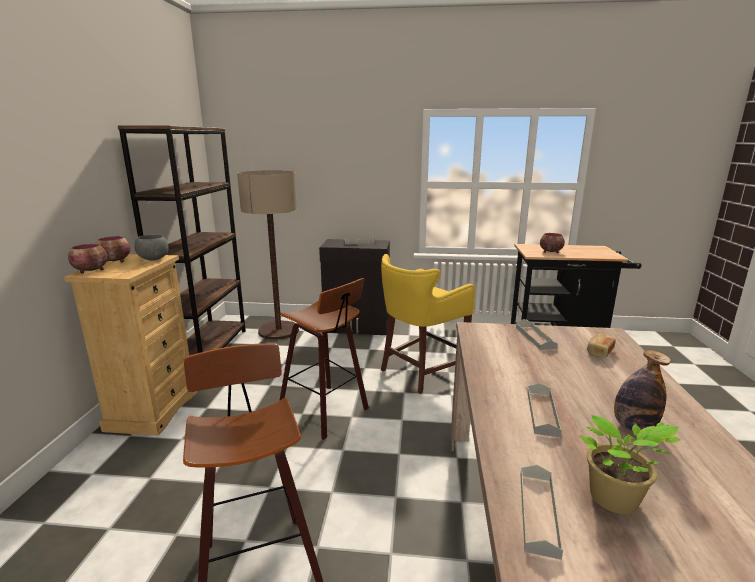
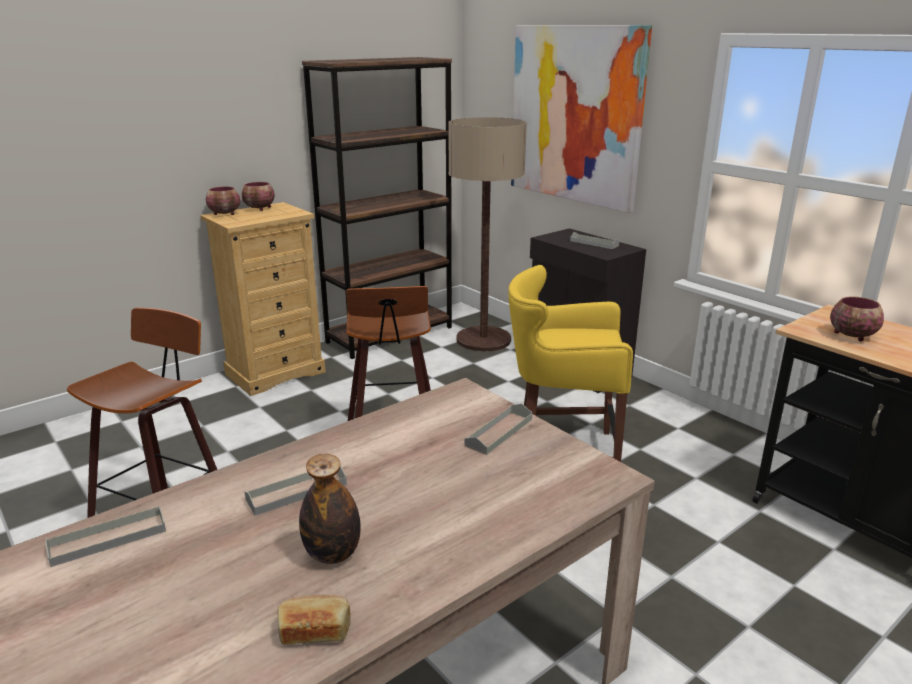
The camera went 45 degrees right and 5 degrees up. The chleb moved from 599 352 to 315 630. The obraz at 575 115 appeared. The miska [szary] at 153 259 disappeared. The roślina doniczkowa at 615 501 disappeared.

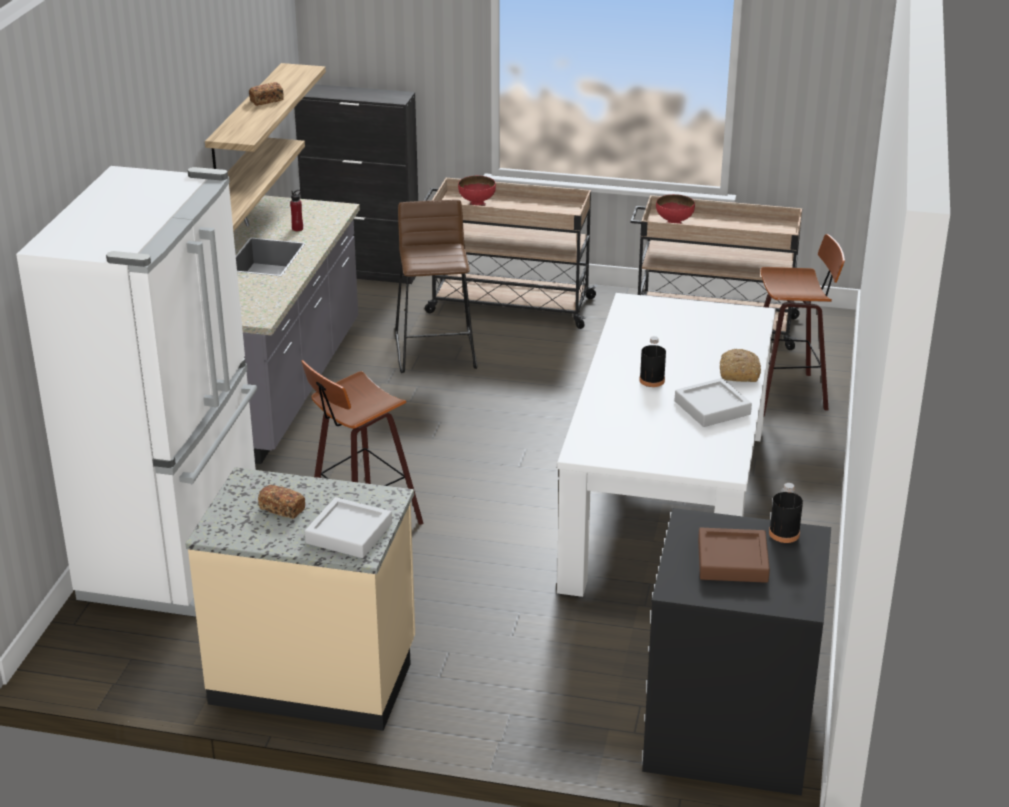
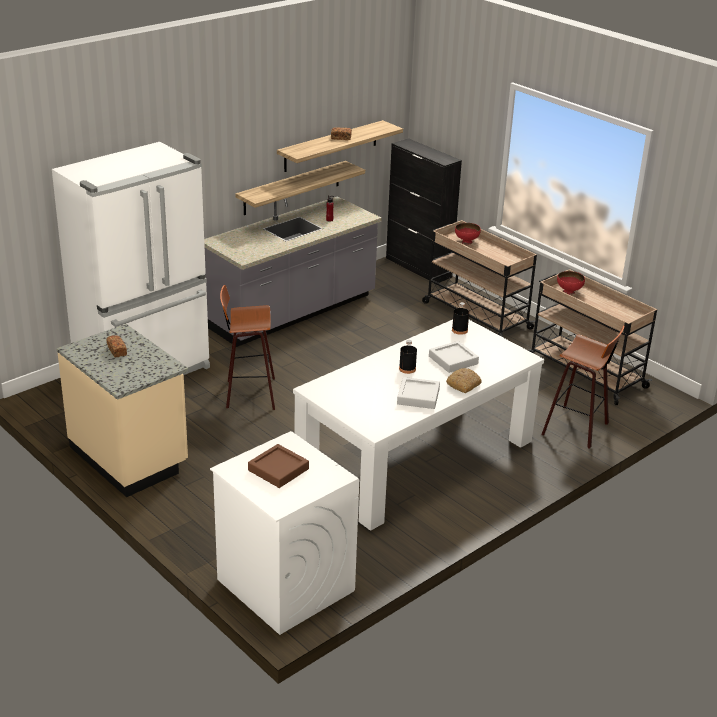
The camera went 35 degrees right and 0 degrees up. The pralka [czarny] at 727 733 became the pralka [biały] at 284 585. The taca [szary] moved from 349 533 to 453 360. The butelka [czarny] moved from 784 534 to 459 330. The stołek [brązowy] at 436 352 disappeared.

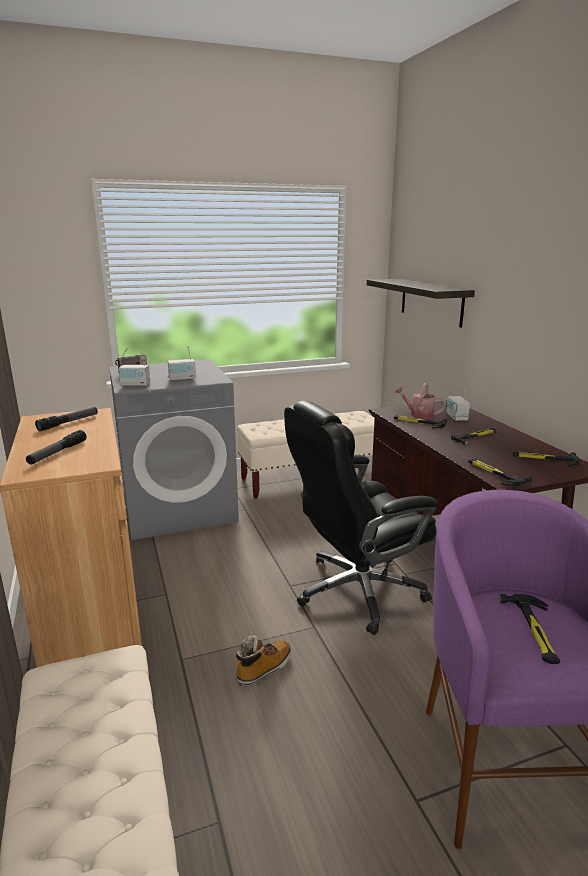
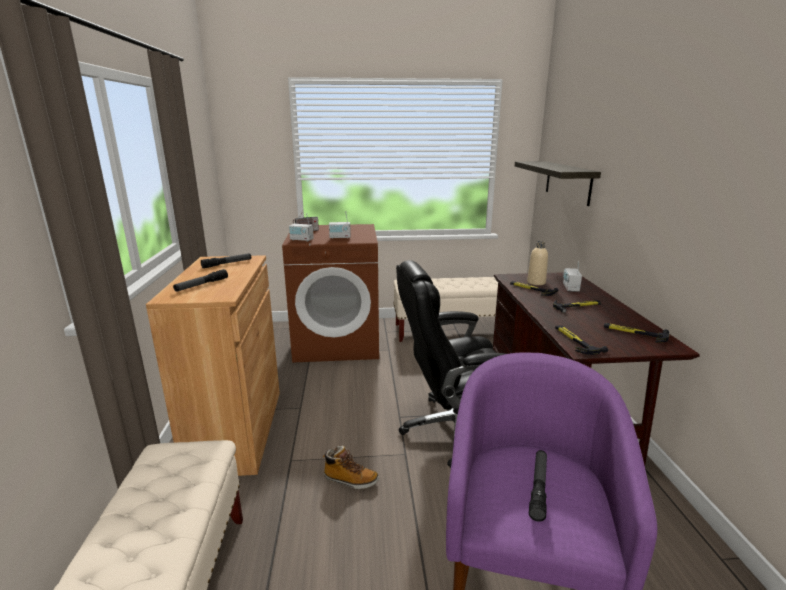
The camera went 15 degrees right and 0 degrees up. The pralka [szary] at 179 508 became the pralka [brązowy] at 338 342. The but z cholewką at 264 668 turned 45 degrees clockwise. The konewka at 418 414 was replaced by the butelka [beżowy] at 536 282. The młotek at 534 630 was replaced by the latarka at 538 488.

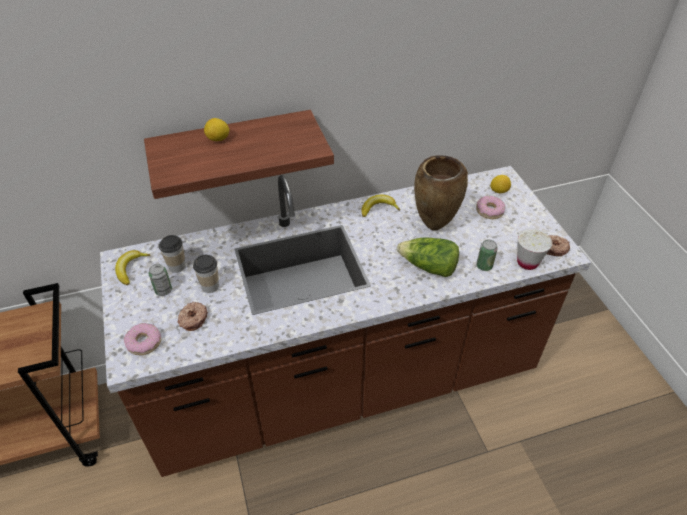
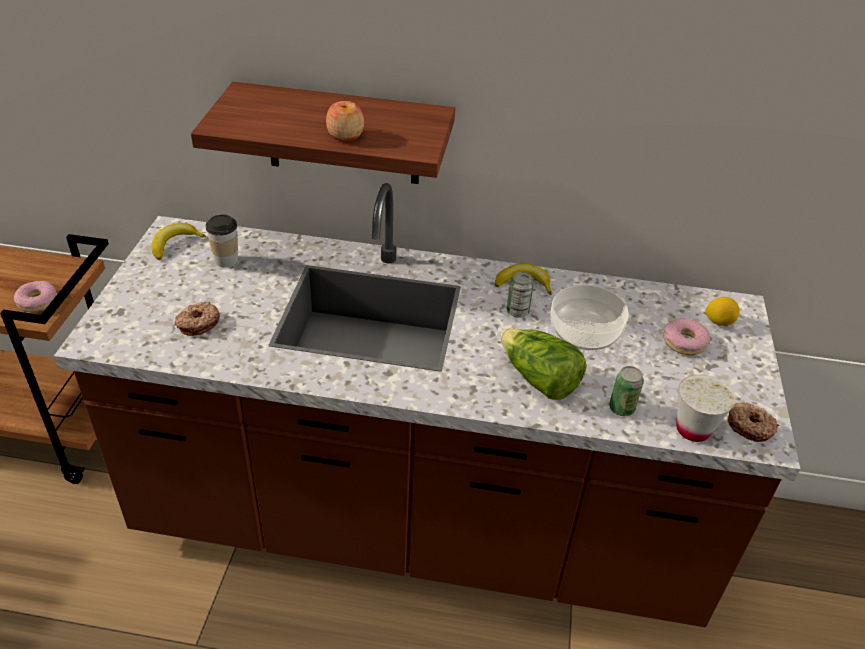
The camera went 25 degrees right and 5 degrees down. The donut moved from 144 342 to 38 301. The jabłko at 345 135 appeared. The puszka moved from 163 290 to 517 312. The wazon [brązowy] at 433 227 was replaced by the miska at 584 333. The filiżanka at 210 286 disappeared. The cytryna at 218 139 disappeared.

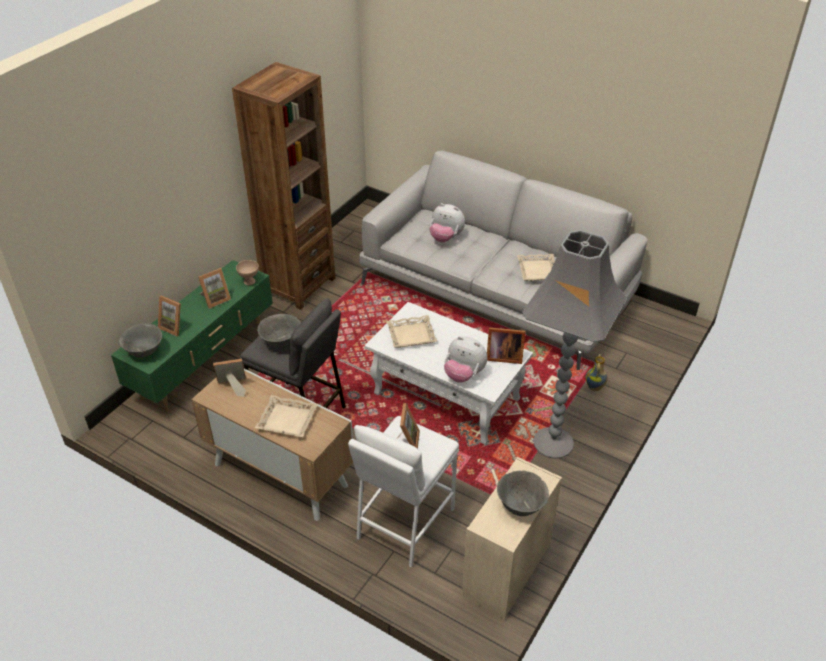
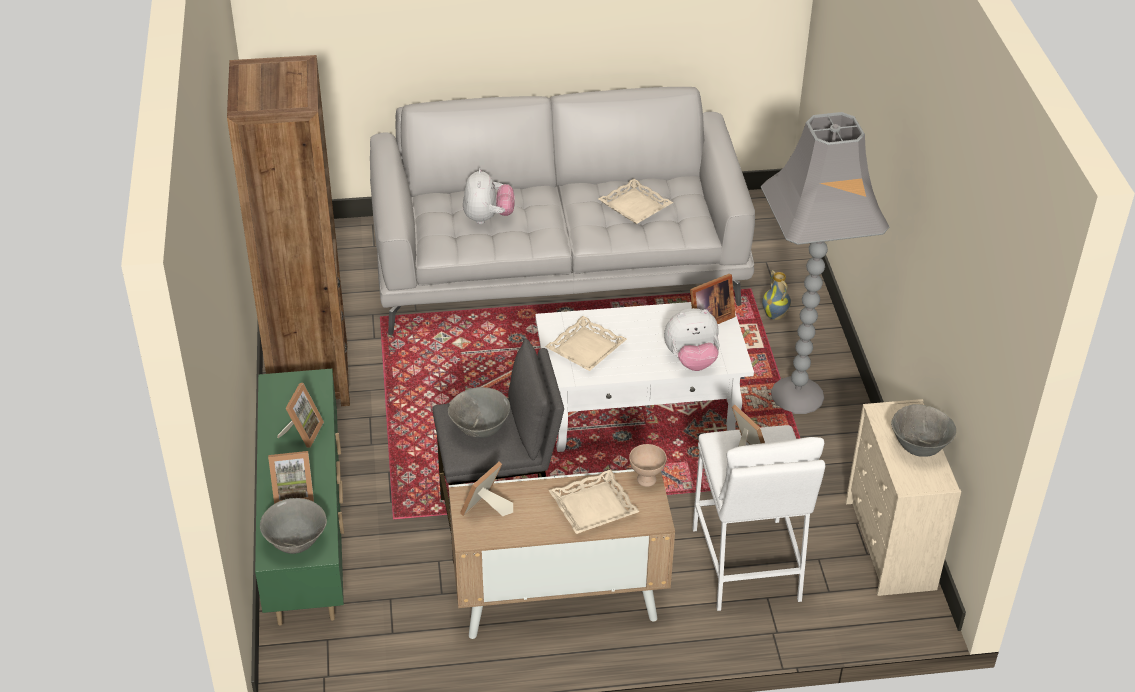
The camera went 40 degrees left and 0 degrees up. The pluszak at 446 238 turned 75 degrees counterclockwise. The miska [beżowy] moved from 250 281 to 647 479.

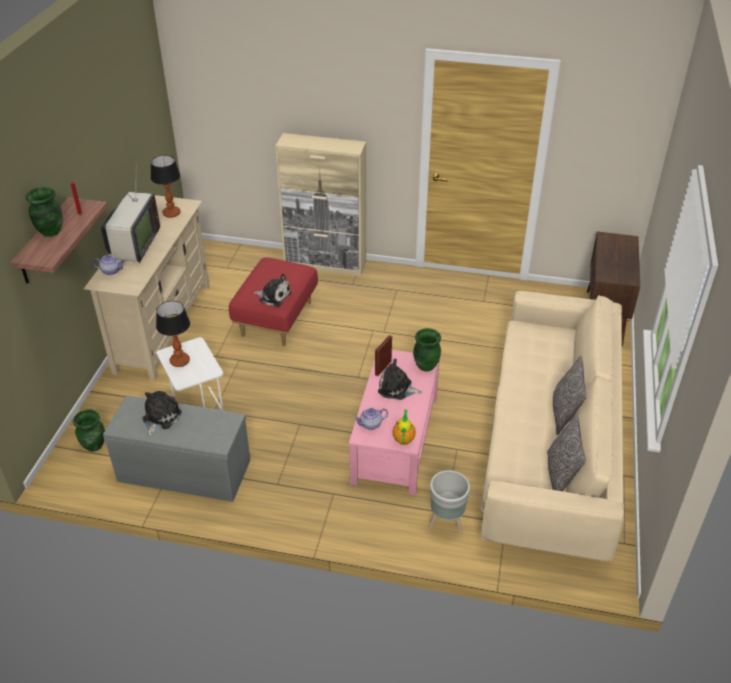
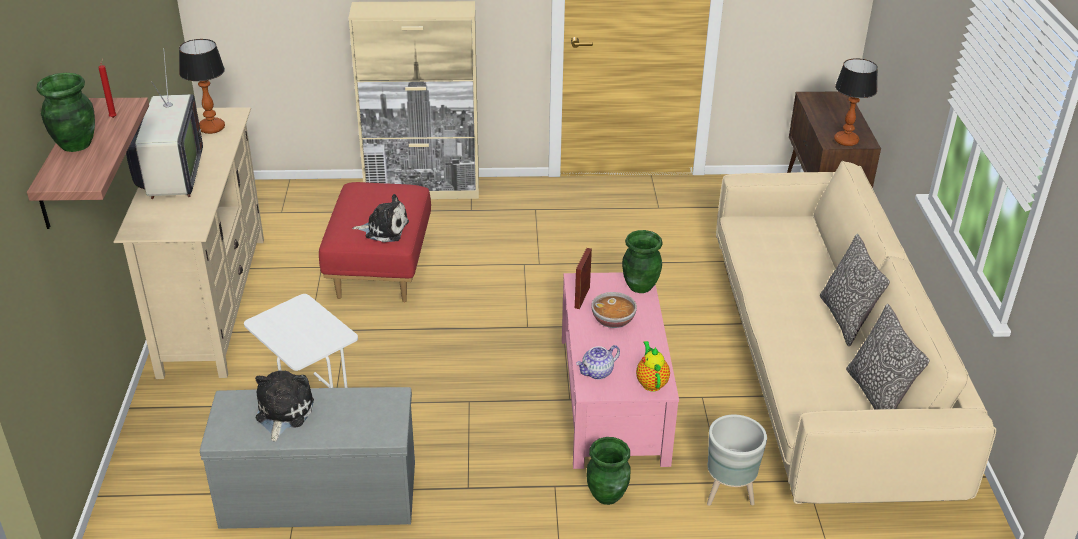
The camera went 15 degrees left and 5 degrees down. The wazon [zielony] moved from 94 445 to 607 495. The pluszak at 397 388 was replaced by the miska at 613 321. The lampa stołowa moved from 179 361 to 845 141. The imbryk at 111 271 disappeared.

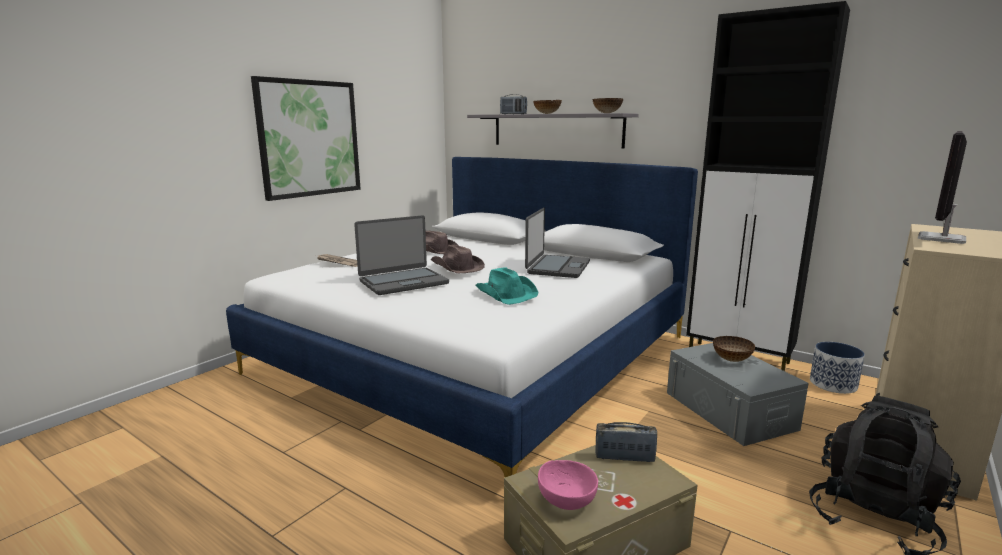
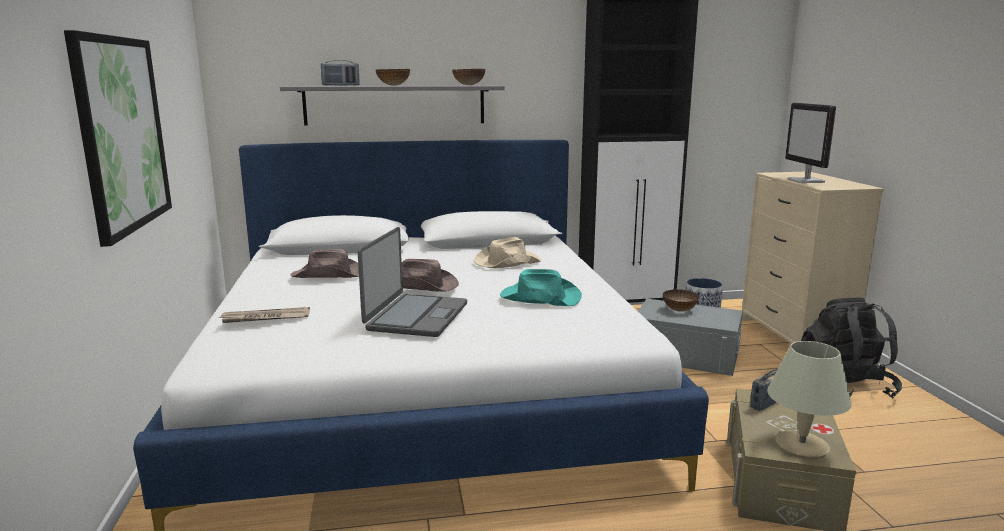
The camera went 45 degrees left and 0 degrees up. The laptop at 557 267 was replaced by the kapelusz [beżowy] at 506 262. The miska [różowy] at 566 499 was replaced by the lampa stołowa [beżowy] at 801 446.

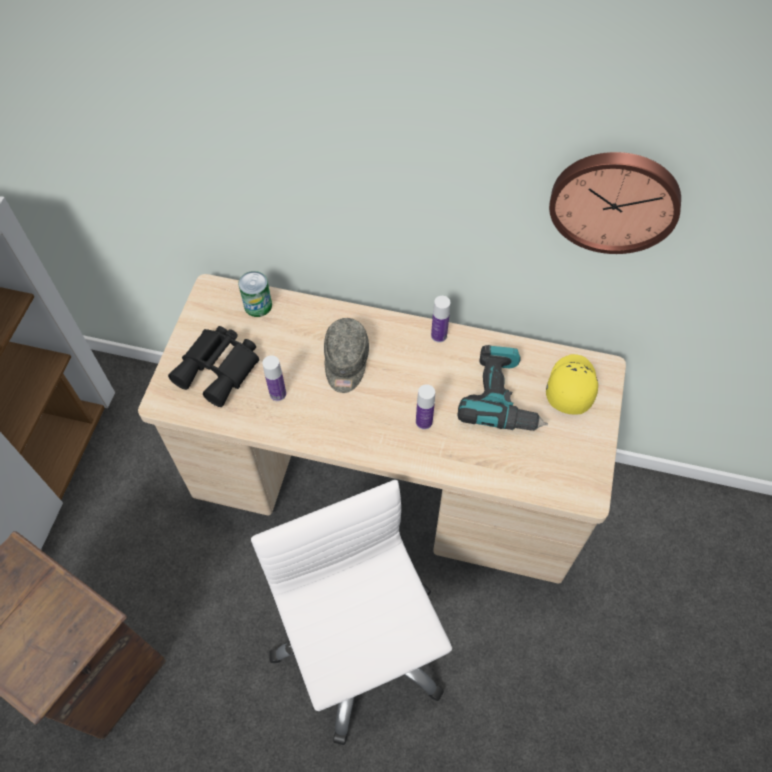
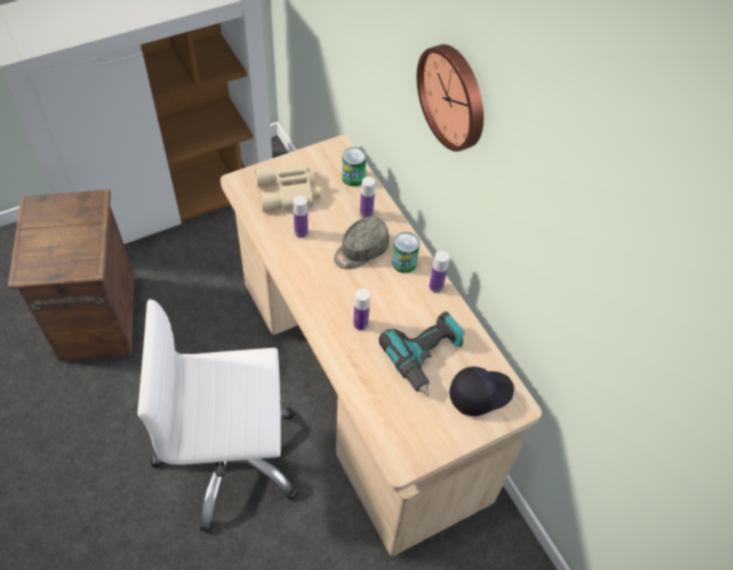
The camera went 45 degrees right and 5 degrees down. The krzesło biurowe [biały] at 359 648 turned 120 degrees counterclockwise. The lornetka [czarny] at 220 369 became the lornetka [beżowy] at 289 192. The butelka at 366 214 appeared. The puszka at 404 262 appeared. The zegar ścienny moved from 614 200 to 454 96. The czapka z daszkiem [żółty] at 570 386 became the czapka z daszkiem [czarny] at 479 393.

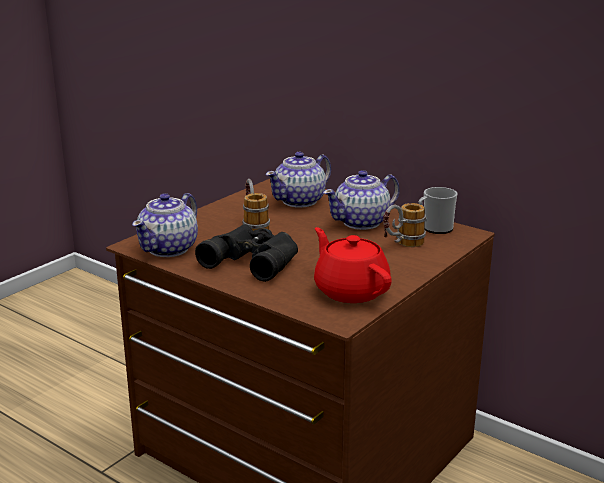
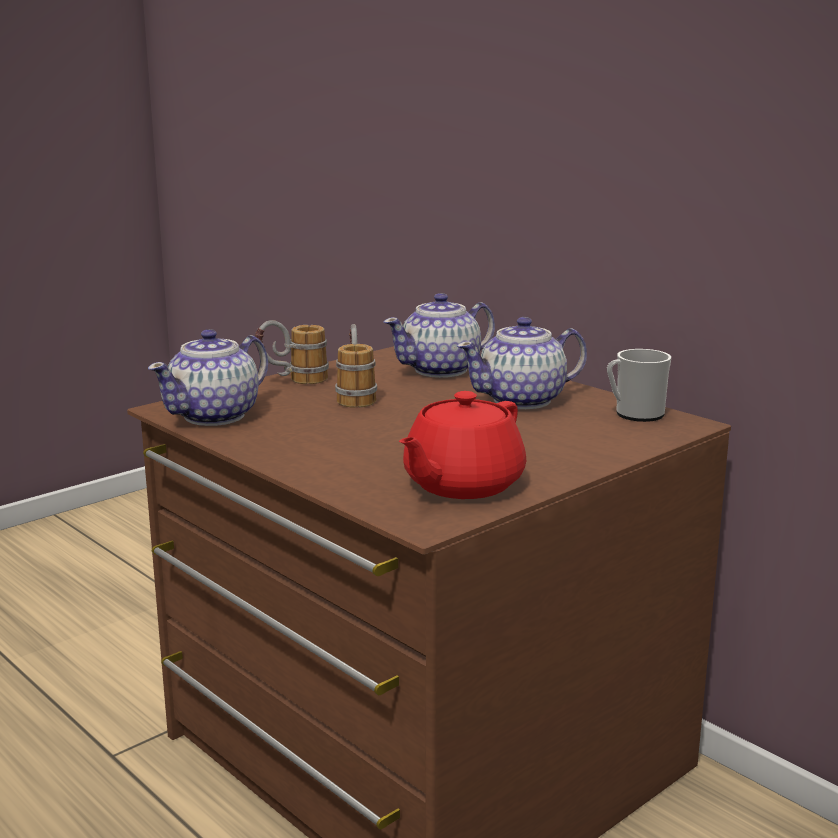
The camera went 10 degrees right and 5 degrees down. The kubek moved from 401 245 to 293 381. The imbryk [czerwony] at 350 290 turned 120 degrees counterclockwise. The lornetka [czarny] at 254 259 disappeared.

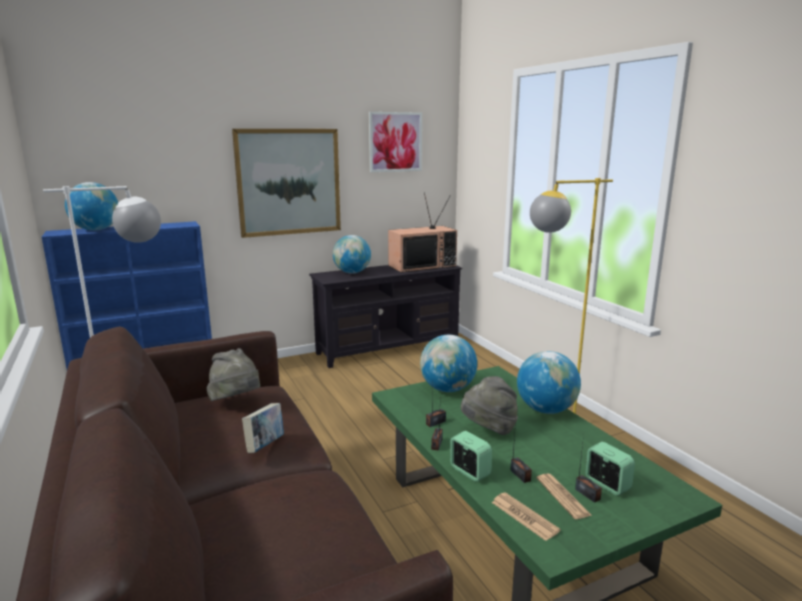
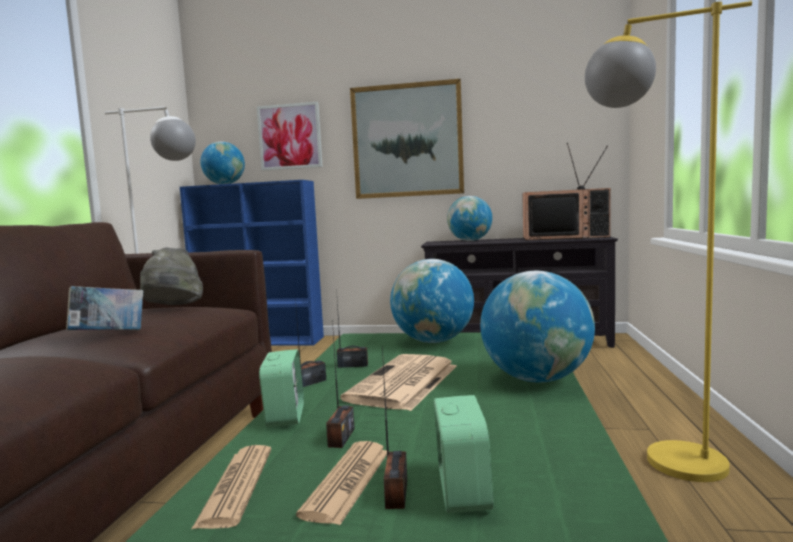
The camera went 35 degrees right and 10 degrees down. The obraz moved from 395 142 to 290 137. The kapelusz [szary] at 488 430 was replaced by the gazeta at 404 383.

